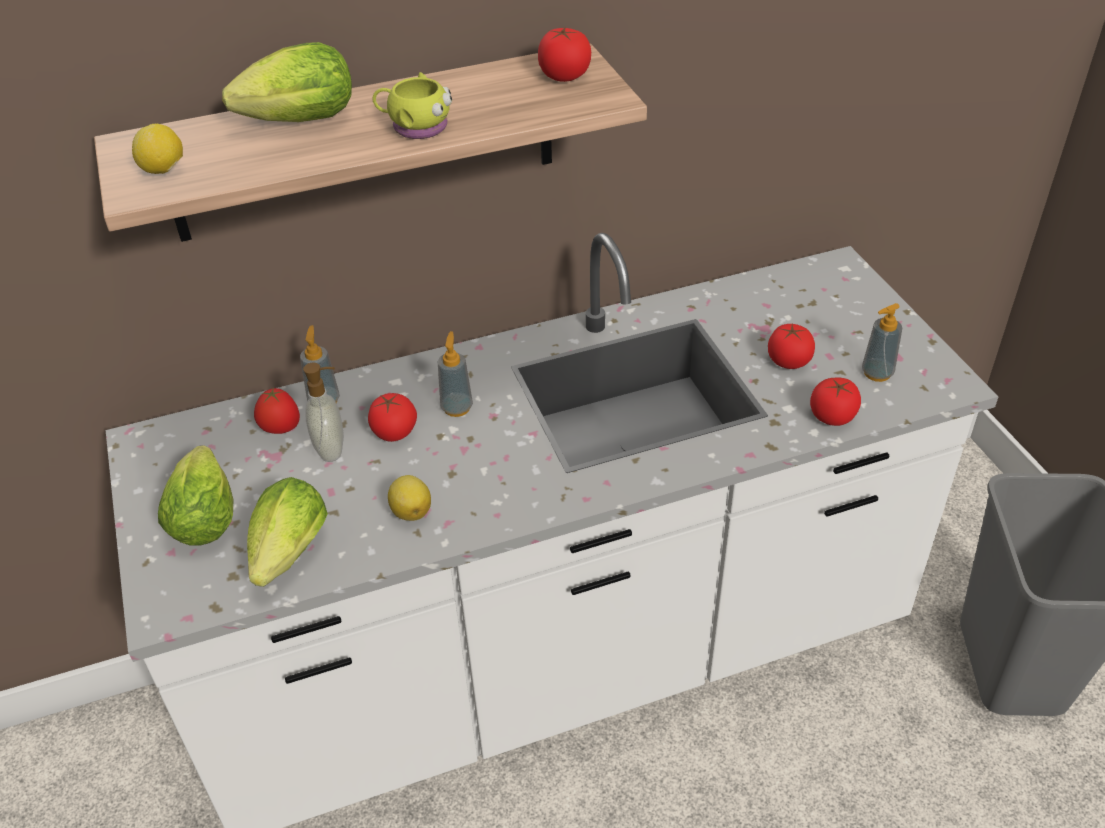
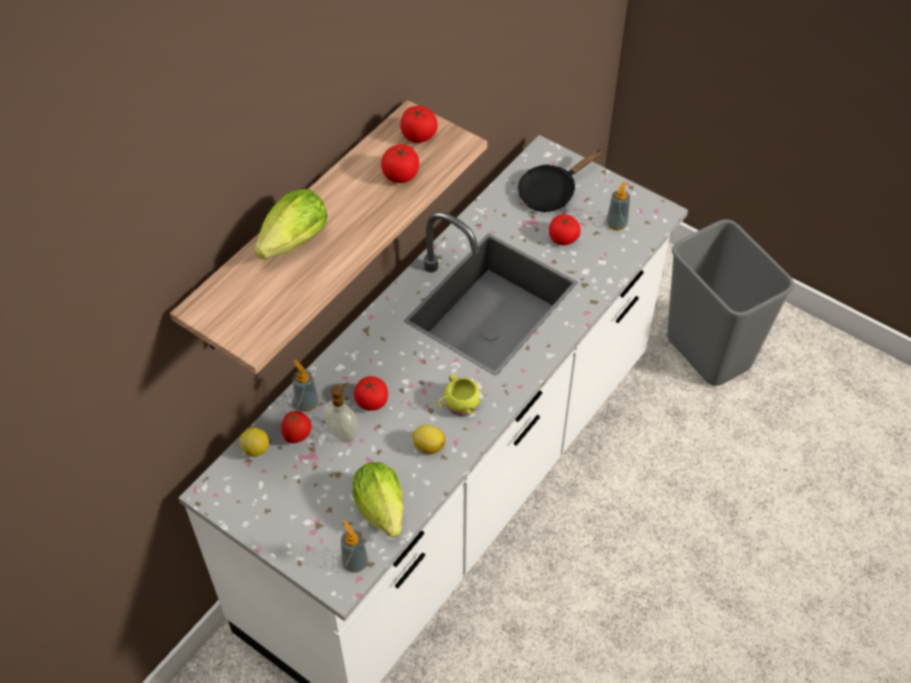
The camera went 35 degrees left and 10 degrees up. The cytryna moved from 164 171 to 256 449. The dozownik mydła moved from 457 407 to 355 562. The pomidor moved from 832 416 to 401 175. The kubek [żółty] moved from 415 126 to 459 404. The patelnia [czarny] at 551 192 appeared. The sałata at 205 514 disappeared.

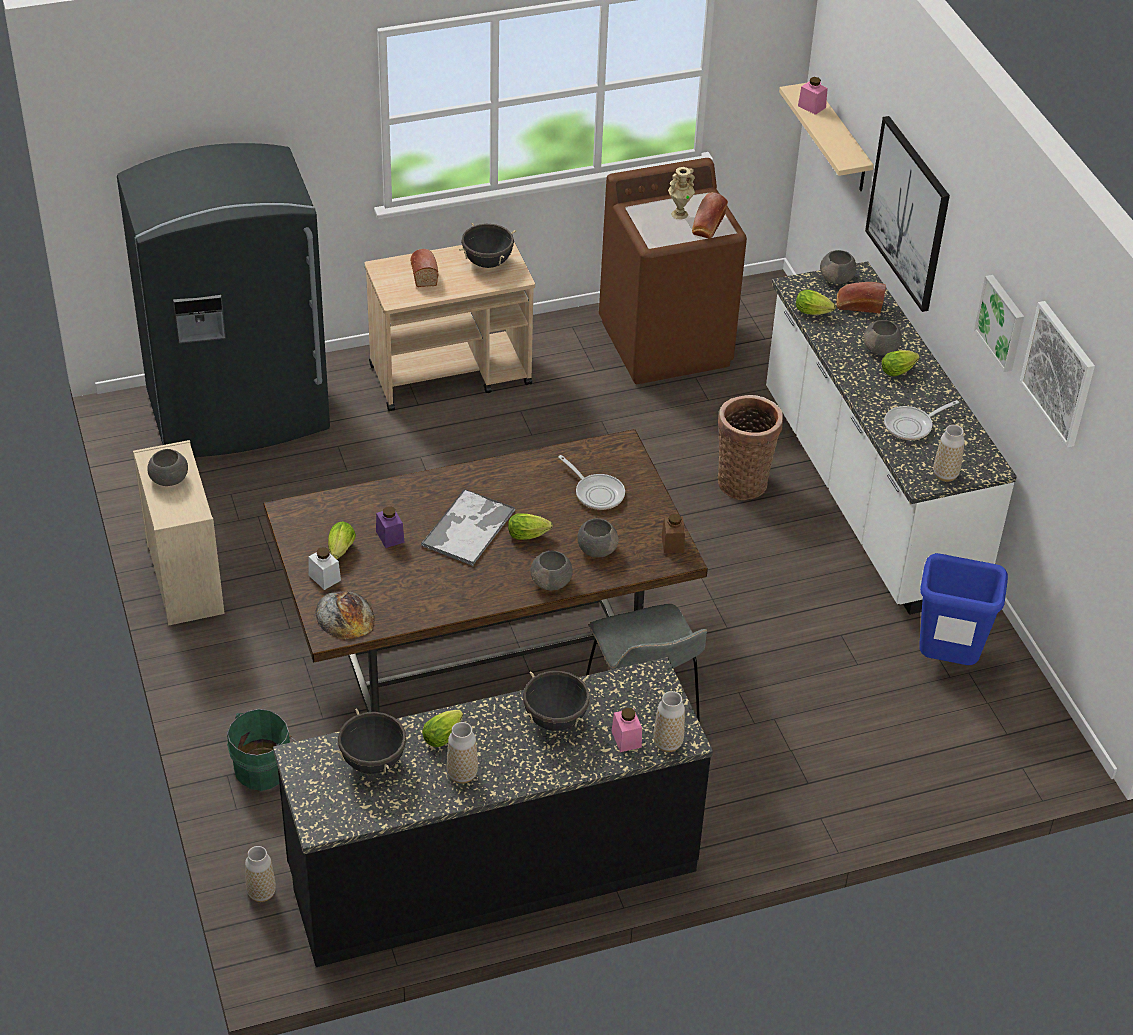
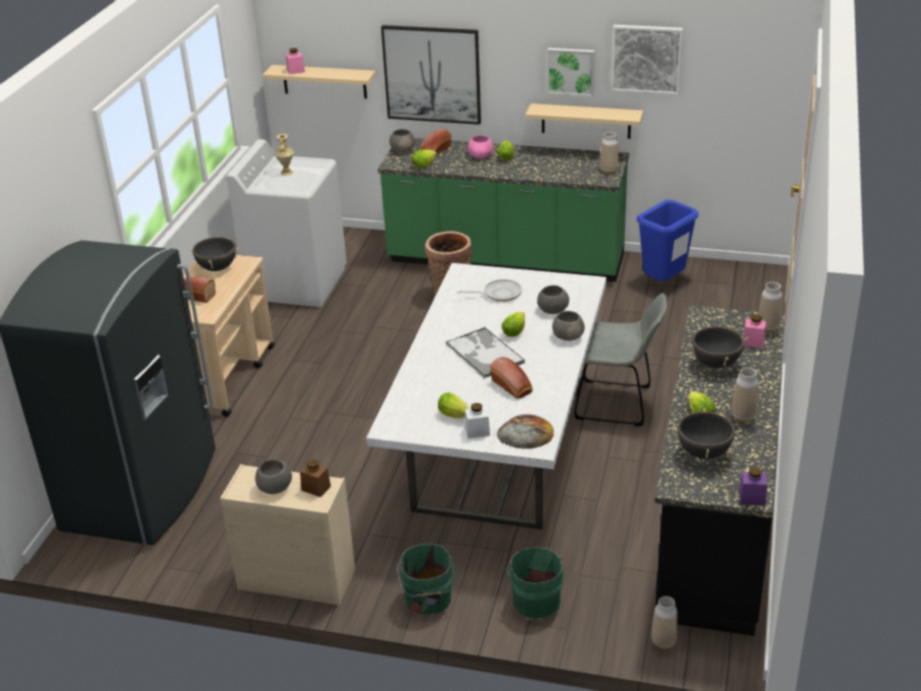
The camera went 55 degrees left and 10 degrees down. The pralka [brązowy] at 666 343 became the pralka [biały] at 297 283. The słoik [brązowy] moved from 672 544 to 316 488. The stół jadalny [brązowy] at 481 643 became the stół jadalny [biały] at 499 450. The zabudowa kuchenna [biały] at 867 494 became the zabudowa kuchenna [zielony] at 505 261. The wiadro [zielony] at 428 599 appeared. The miska [szary] at 881 349 became the miska [różowy] at 481 156. The chleb moved from 708 226 to 512 387. The półka [beżowy] at 586 121 appeared. The słoik [fioletowy] moved from 390 537 to 752 498. The patelnia at 911 425 disappeared.

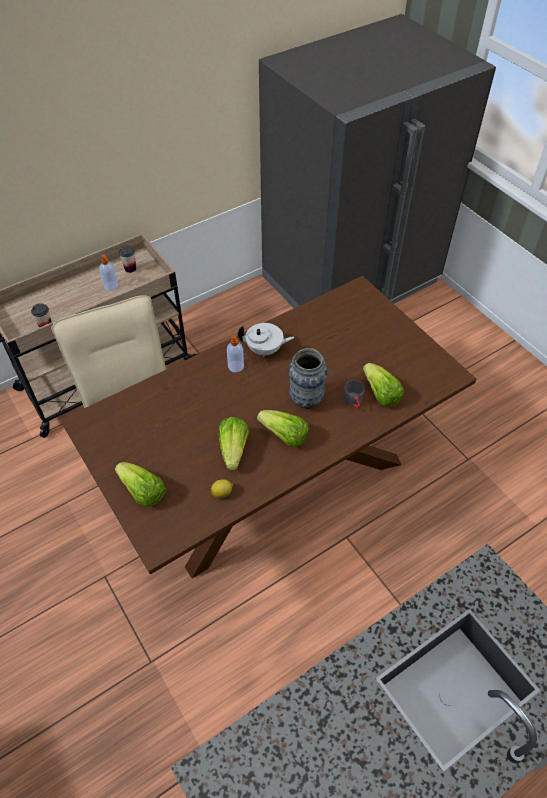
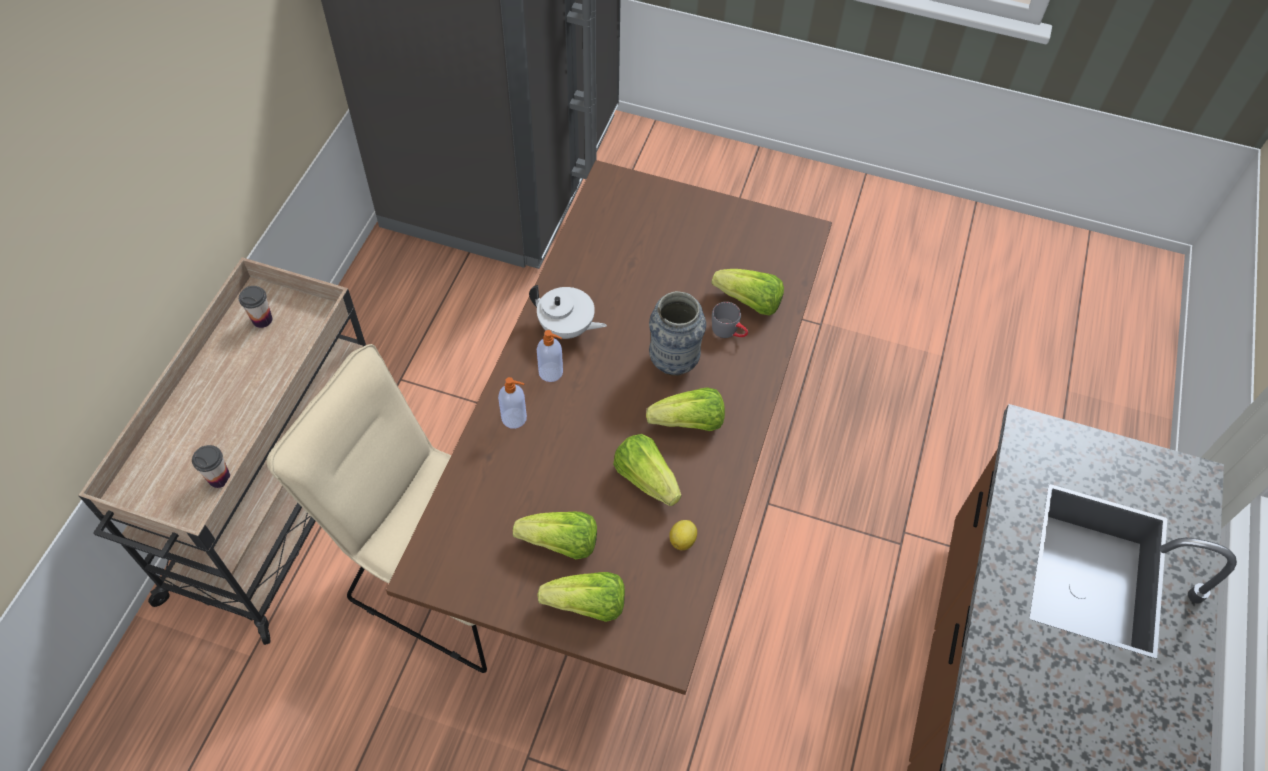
The camera went 40 degrees left and 5 degrees up. The dozownik mydła moved from 111 286 to 515 418. The sałata at 561 543 appeared. The imbryk [biały] at 265 350 turned 60 degrees clockwise.

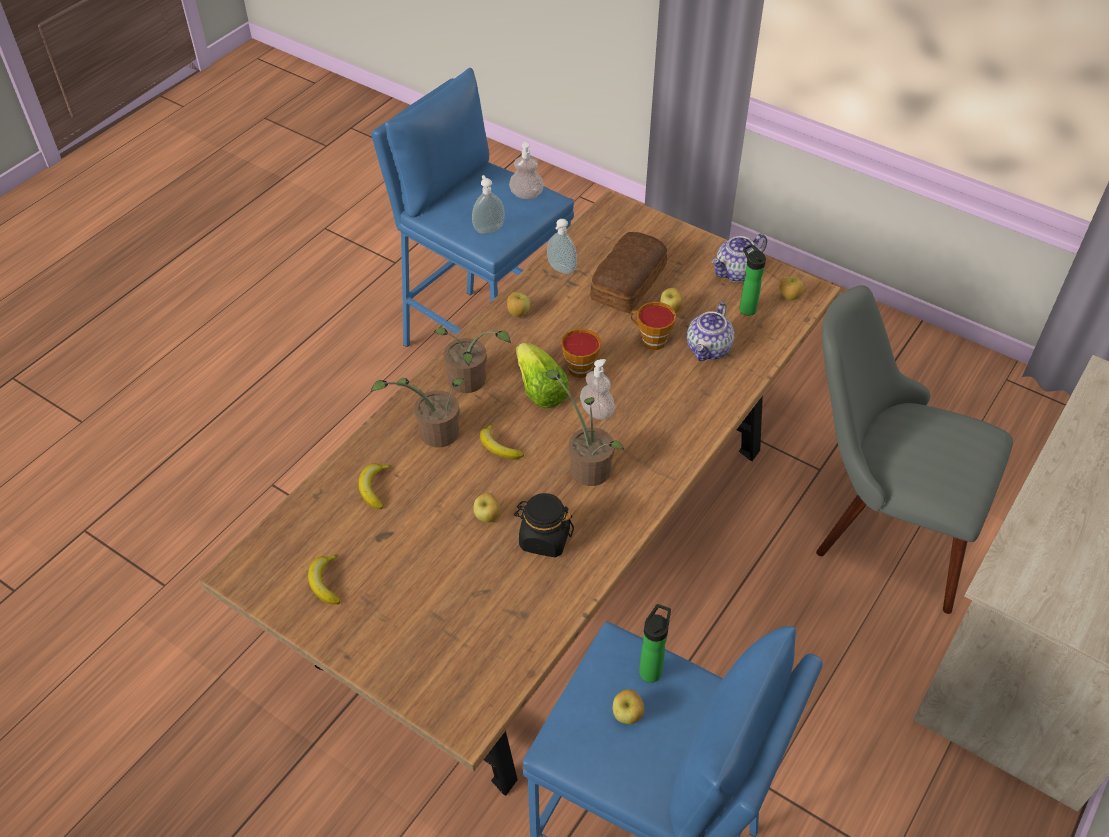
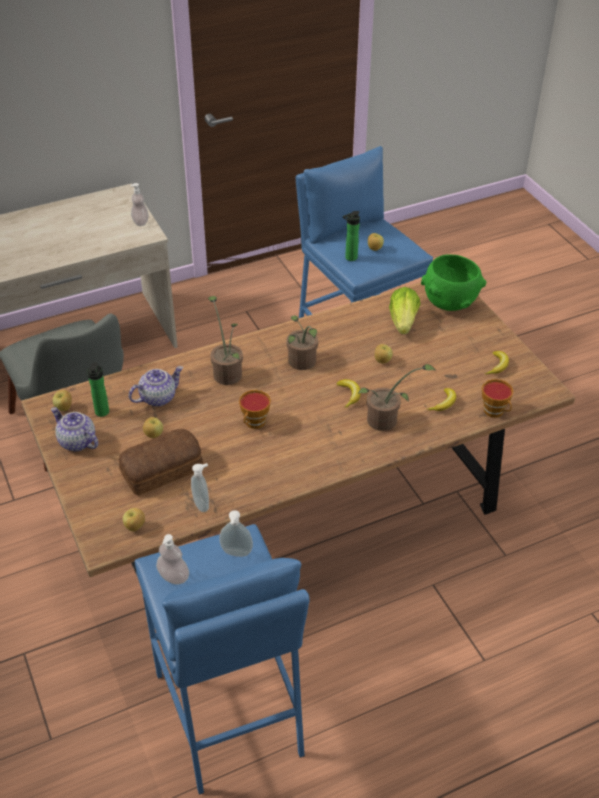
The camera went 150 degrees left and 5 degrees down. The imbryk at 736 273 turned 135 degrees counterclockwise. The jabłko moved from 518 313 to 135 527. The dozownik mydła moved from 596 411 to 140 222. The roślina doniczkowa moved from 470 382 to 227 372. The sałata moved from 540 390 to 403 322. The miska [zielony] at 449 303 appeared. The filiżanka moved from 650 340 to 495 412. The słoik [czarny] at 544 539 disappeared.

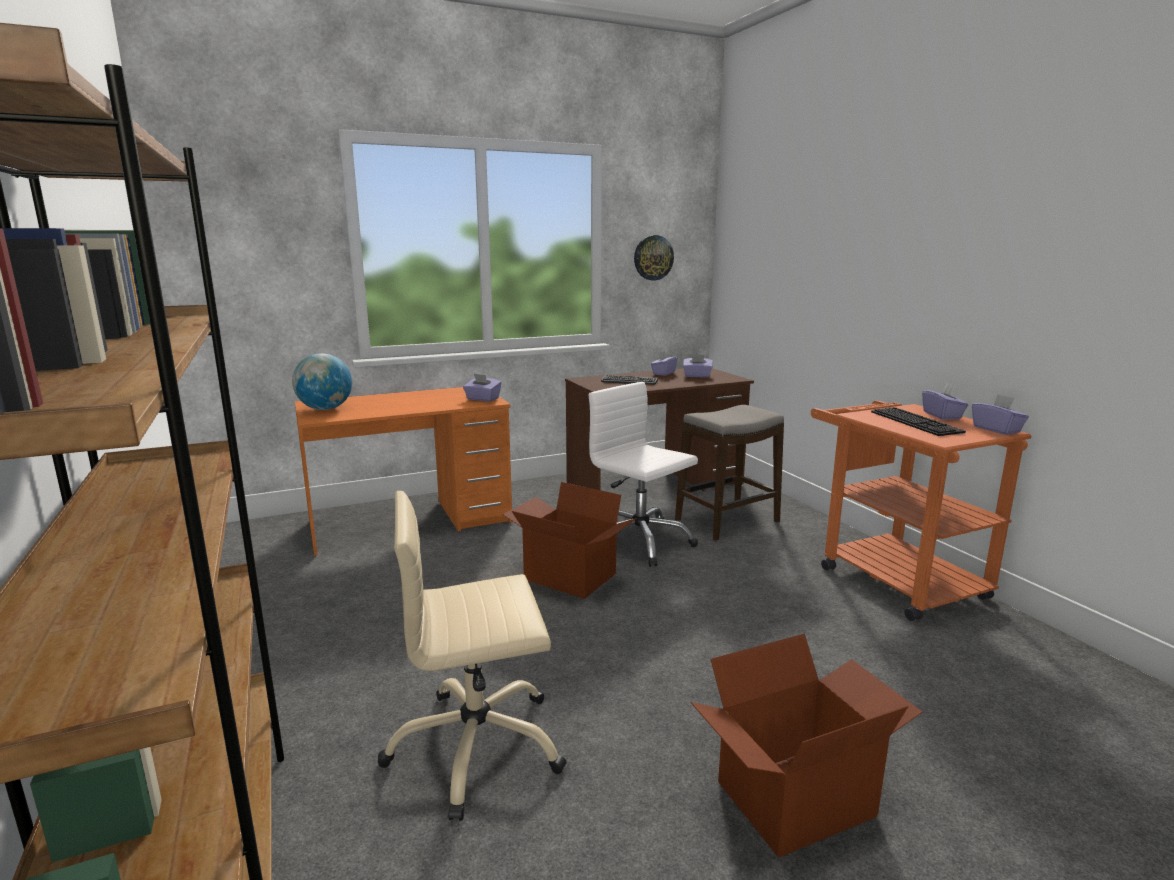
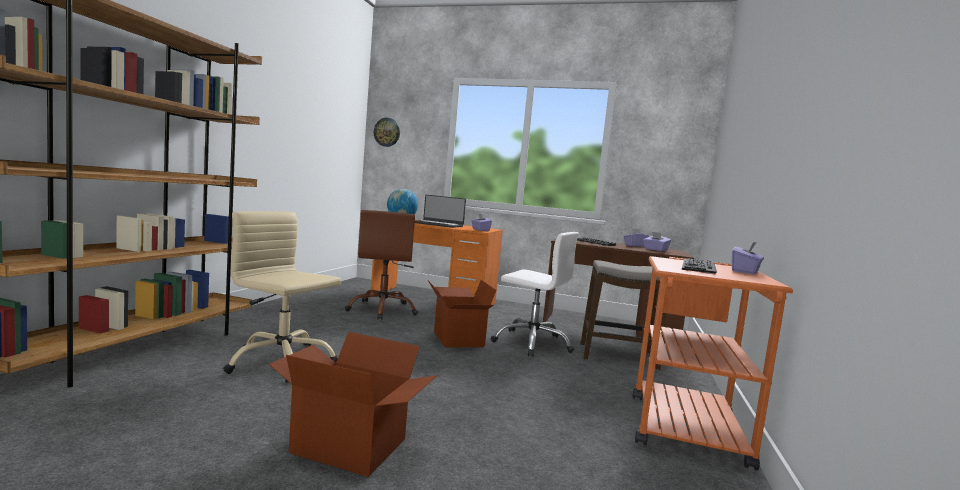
The camera went 40 degrees right and 10 degrees down. The krzesło biurowe [brązowy] at 382 310 appeared. The zegar ścienny moved from 653 257 to 387 132. The laptop at 438 224 appeared. The krzesło biurowe [biały] at 639 542 turned 120 degrees clockwise. The pudełko chusteczek [fioletowy] at 996 429 disappeared.

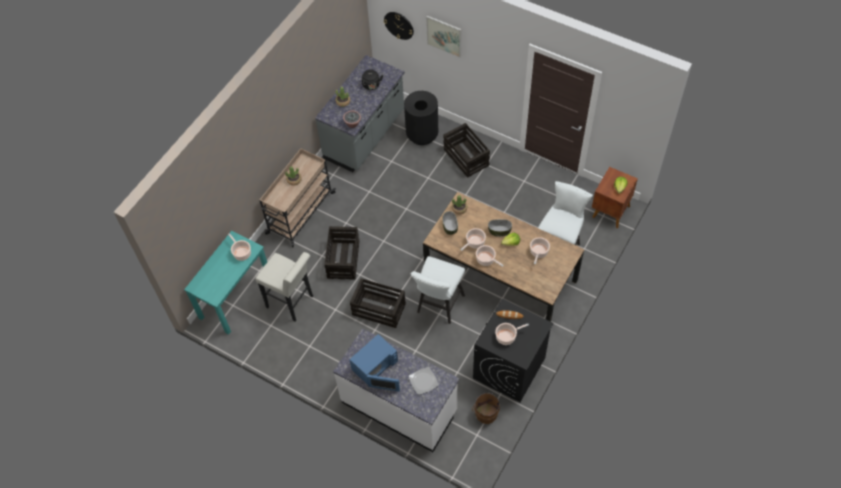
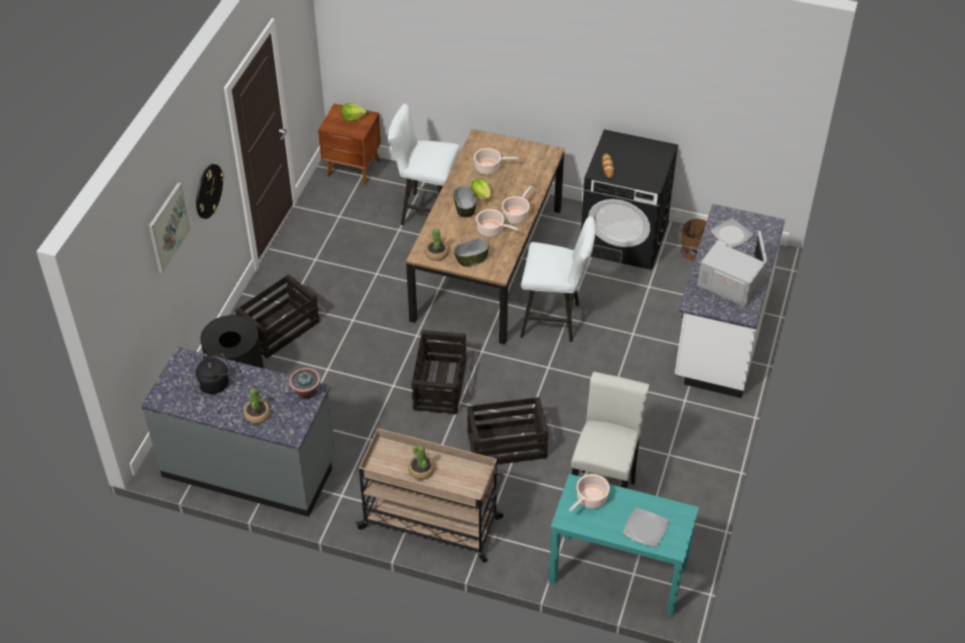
The camera went 105 degrees left and 10 degrees down. The zegar ścienny moved from 399 25 to 208 191. The skrzynka moved from 379 309 to 439 384. The talerz at 645 529 appeared. The mikrofalówka [niebieski] at 375 367 became the mikrofalówka [biały] at 732 284. The garnek at 507 337 disappeared.

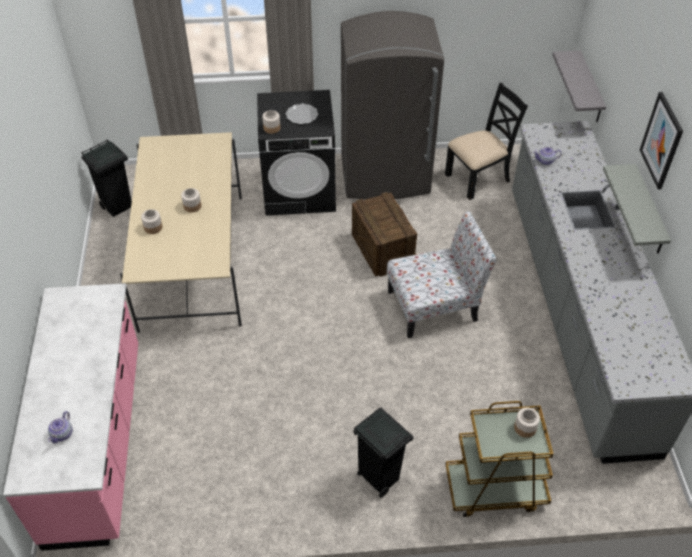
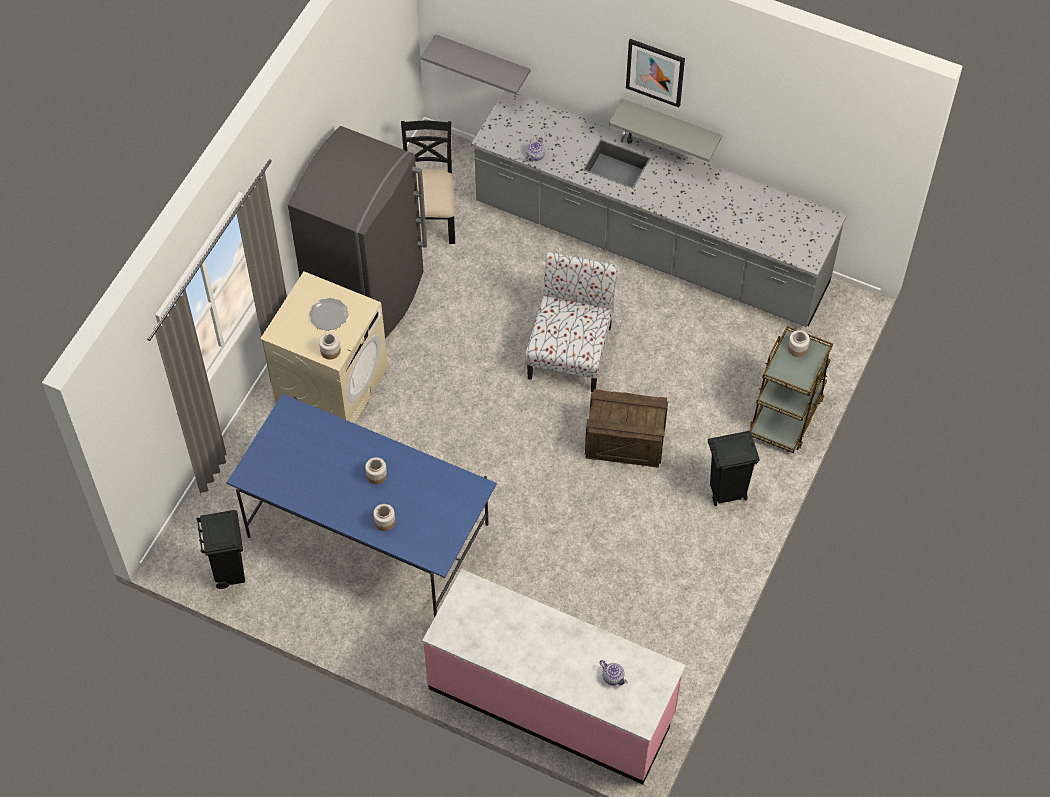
The camera went 60 degrees left and 10 degrees up. The stół jadalny [beżowy] at 193 260 became the stół jadalny [niebieski] at 368 530. The pralka [czarny] at 300 191 became the pralka [beżowy] at 332 386. The skrzynka moved from 382 249 to 624 442.

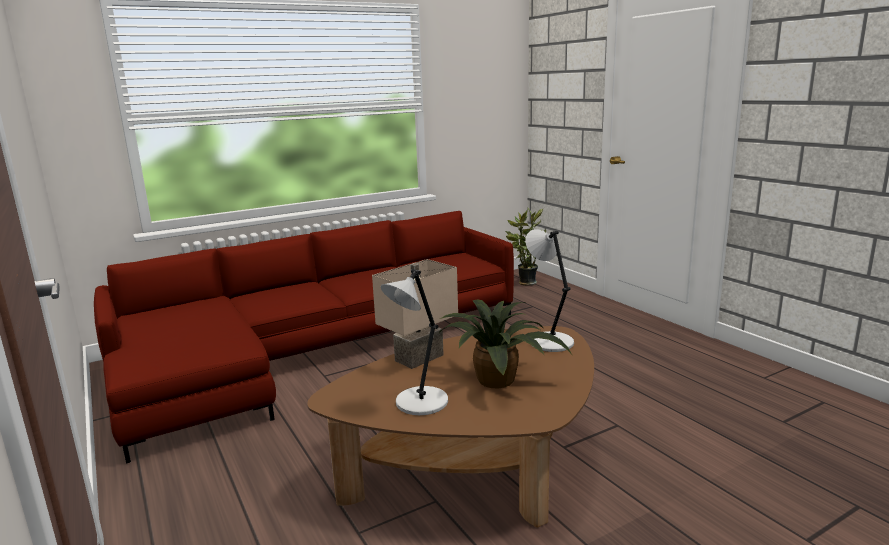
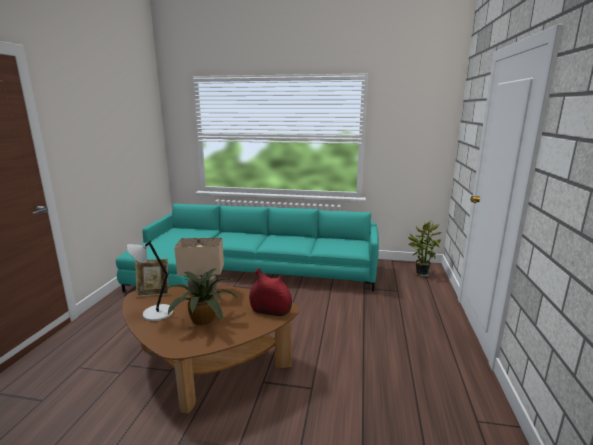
The camera went 40 degrees right and 0 degrees up. The kanapa [czerwony] at 313 351 became the kanapa [turkusowy] at 249 272. The ramka na zdjęcie at 154 293 appeared. The lampa stołowa [szary] at 549 342 was replaced by the wazon [czerwony] at 270 311.

